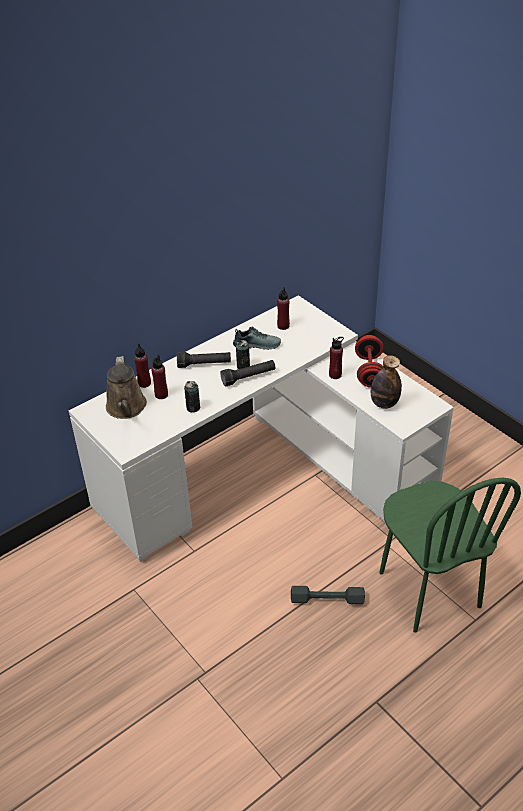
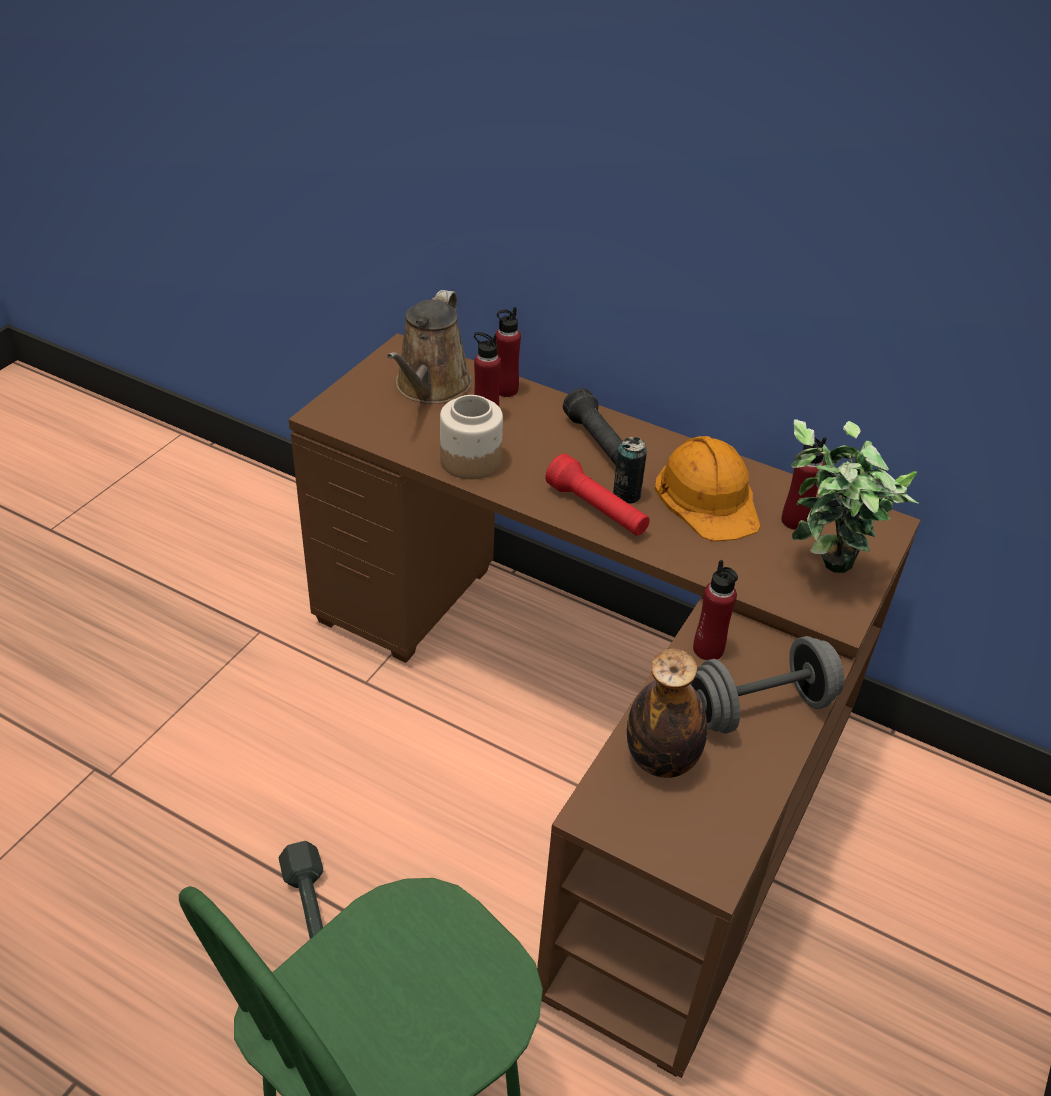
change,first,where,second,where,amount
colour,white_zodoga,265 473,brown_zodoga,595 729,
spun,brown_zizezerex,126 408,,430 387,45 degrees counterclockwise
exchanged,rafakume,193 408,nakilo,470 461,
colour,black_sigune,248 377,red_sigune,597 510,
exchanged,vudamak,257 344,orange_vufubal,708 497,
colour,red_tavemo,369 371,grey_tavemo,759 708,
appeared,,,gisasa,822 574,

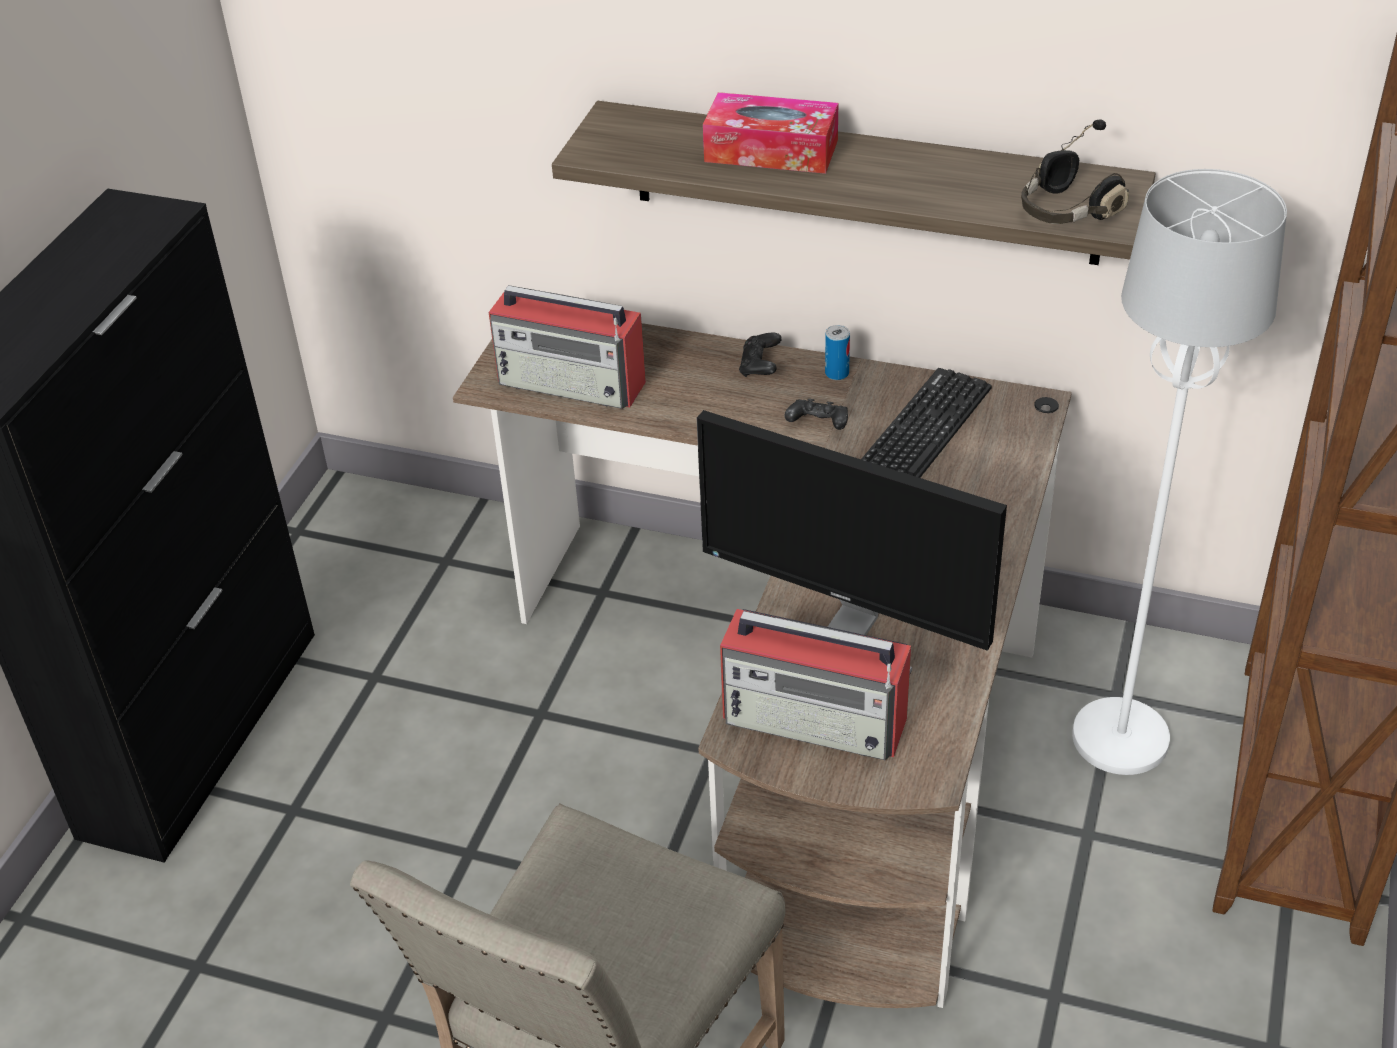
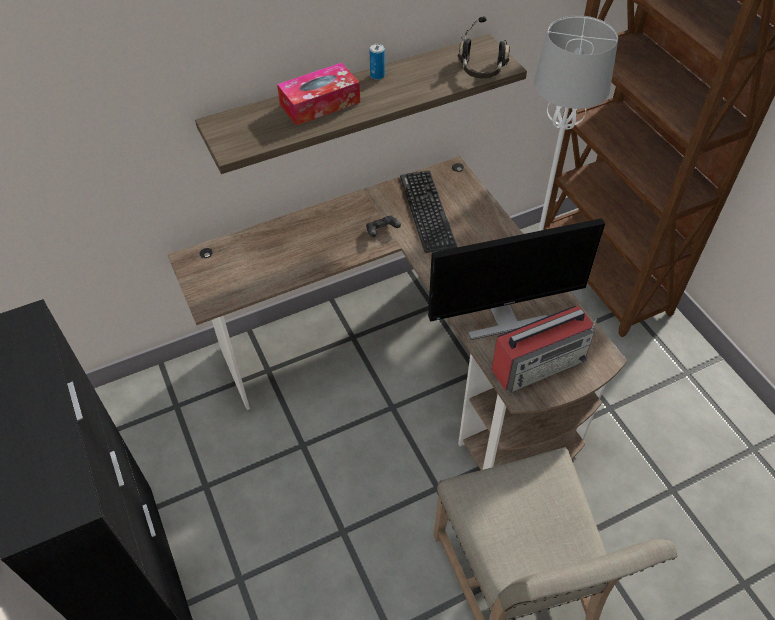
change,first,where,second,where,amount
relocated,rafakume,837 373,,377 75,
missing,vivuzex,573 383,,,
missing,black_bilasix,760 366,,,

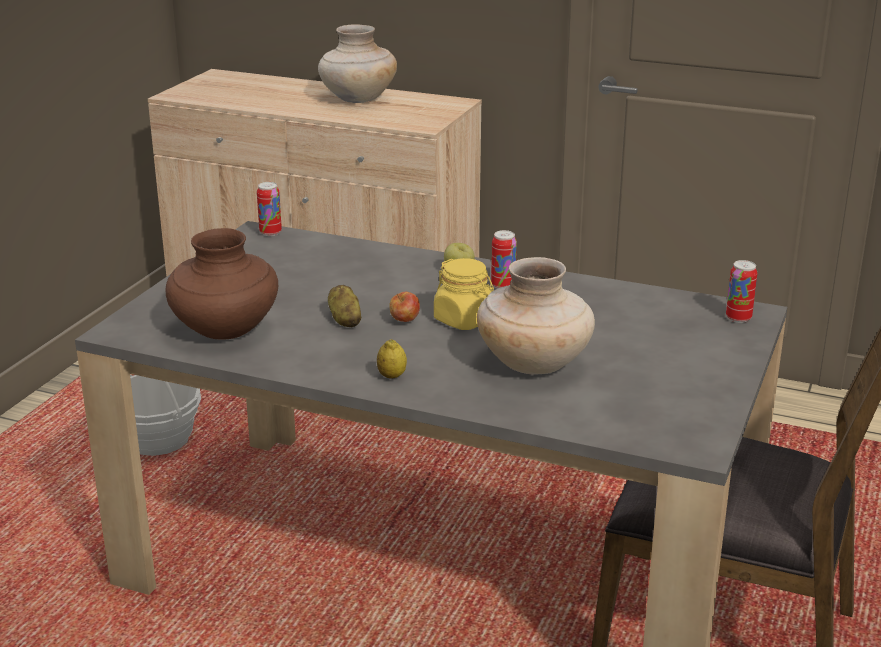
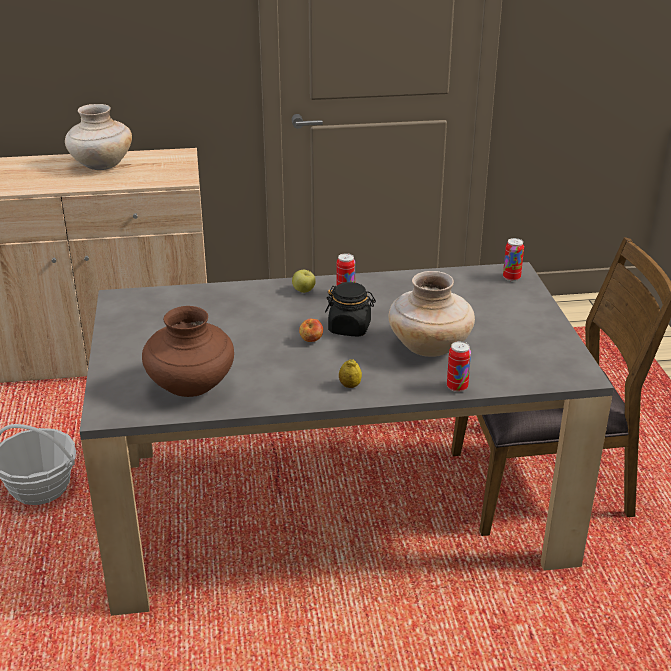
change,first,where,second,where,amount
colour,yellow_nakilo,465 320,black_nakilo,350 328,
relocated,rafakume,270 233,,457 387,
missing,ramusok,344 319,,,

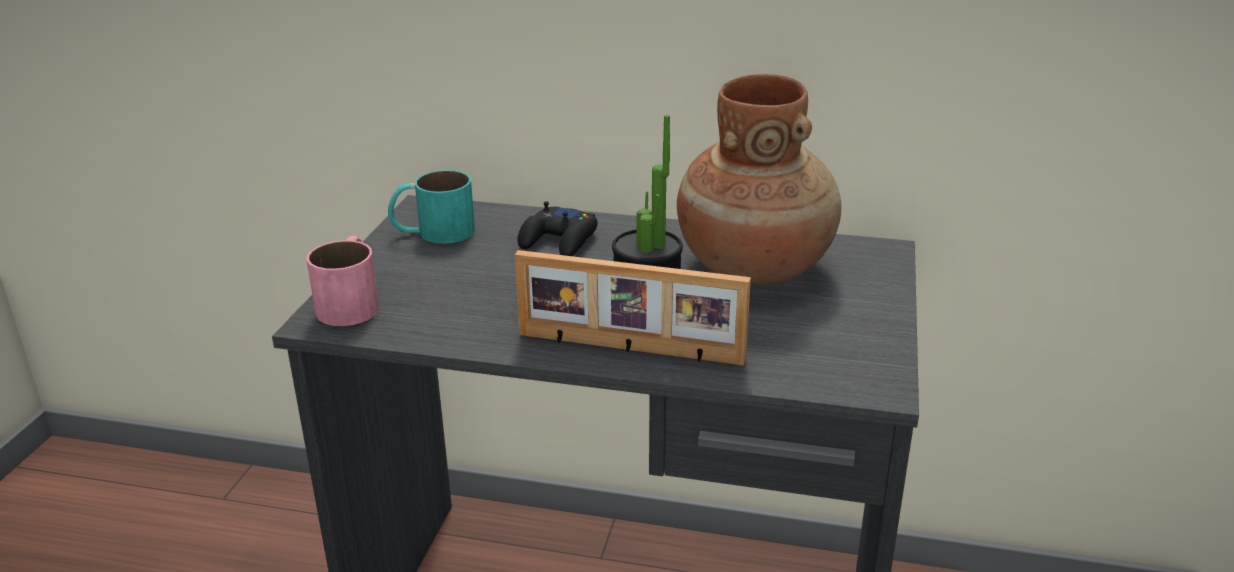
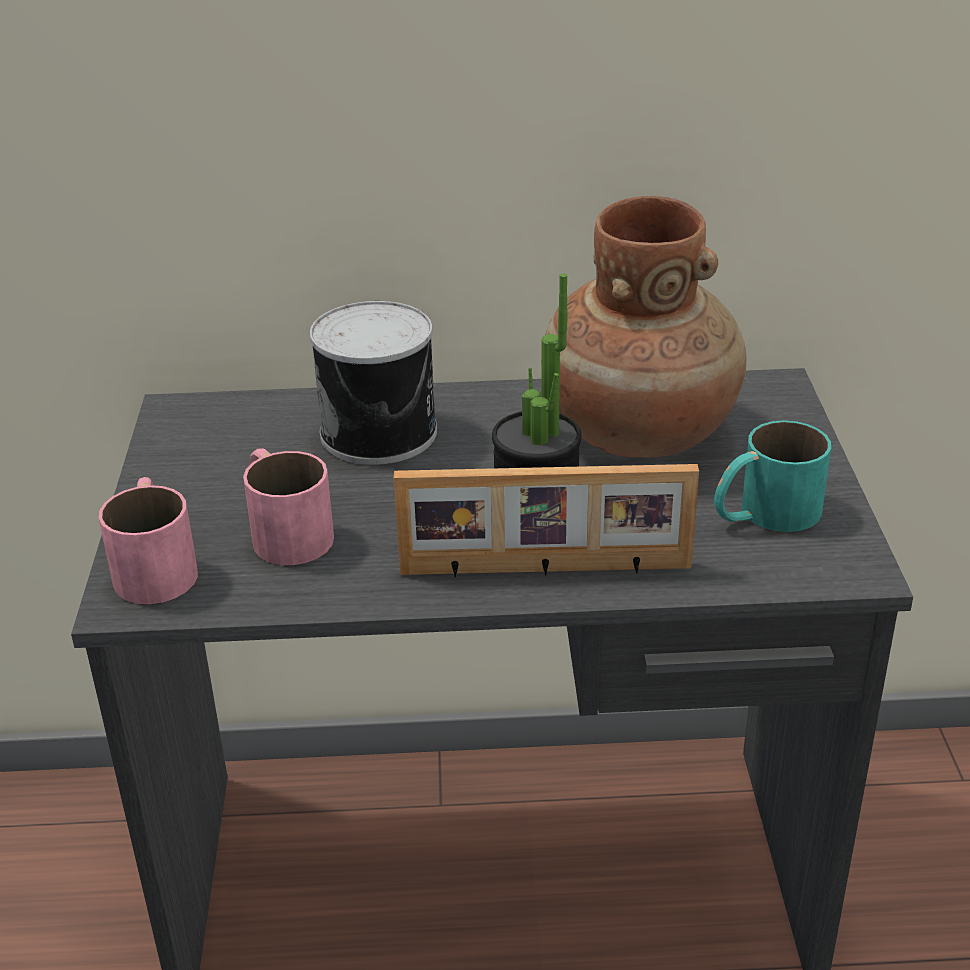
change,first,where,second,where,amount
appeared,,,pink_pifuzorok,283 530,
exchanged,black_bilasix,559 241,rafakume,382 432,
relocated,turquoise_pifuzorok,433 232,,764 514,

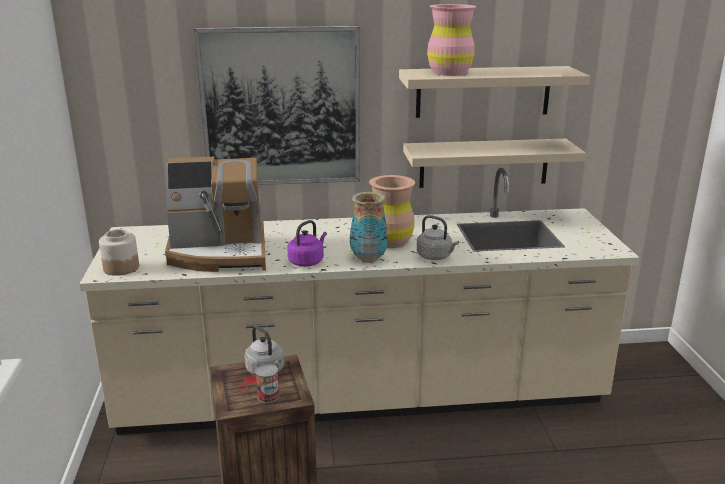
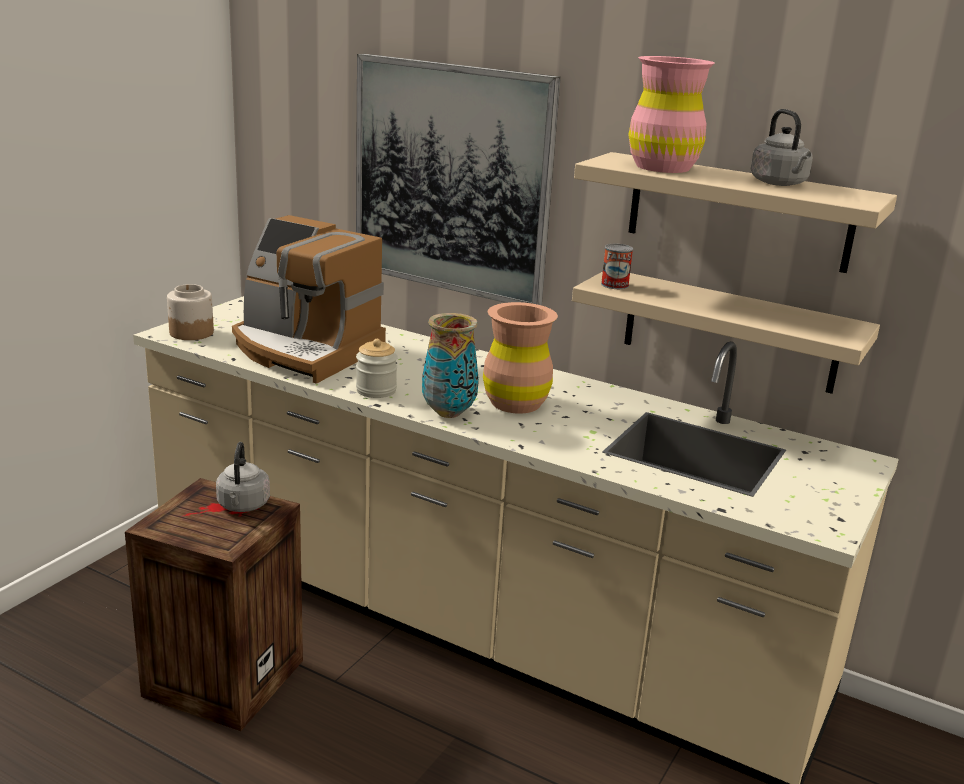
change,first,where,second,where,amount
exchanged,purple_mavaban,307 261,nakilo,376 390,
relocated,rafakume,268 396,,614 285,
relocated,grey_mavaban,435 256,,780 183,

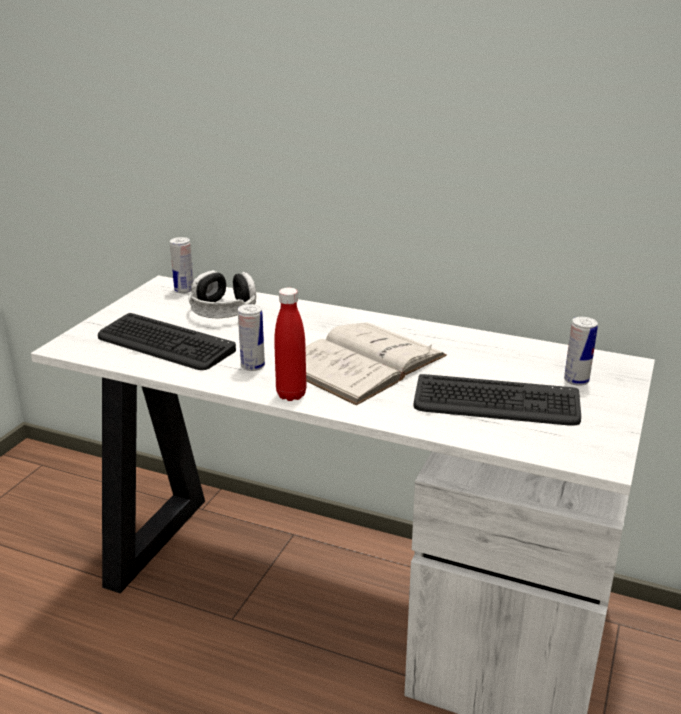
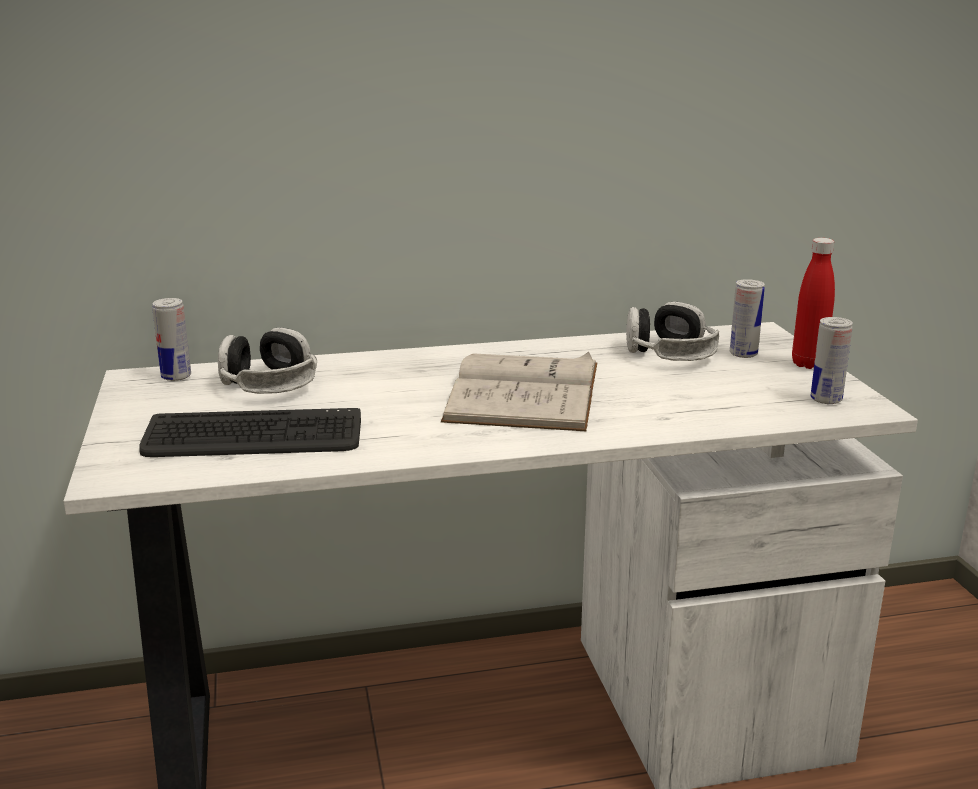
change,first,where,second,where,amount
appeared,,,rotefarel,670 353,
relocated,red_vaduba,291 395,,808 364,
relocated,rafakume,253 366,,826 399,
missing,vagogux,496 403,,,

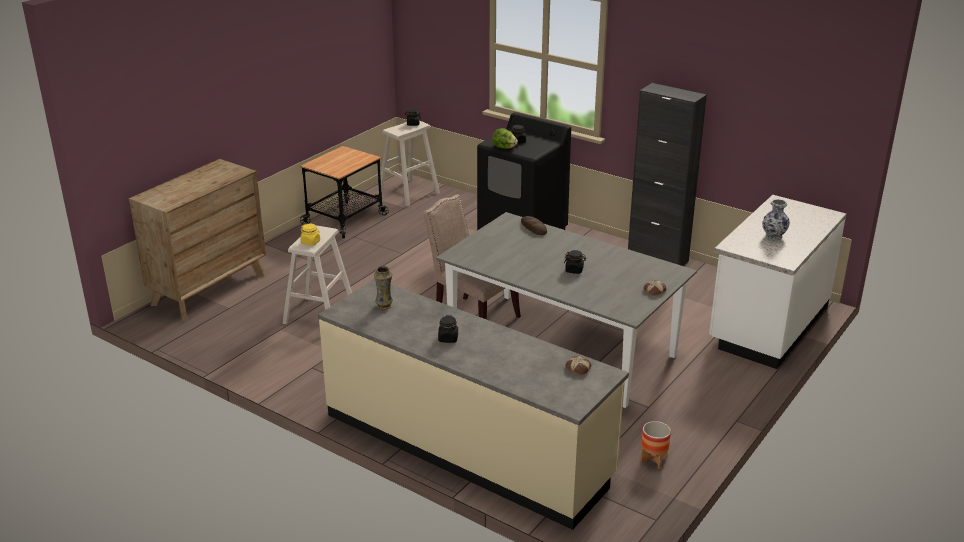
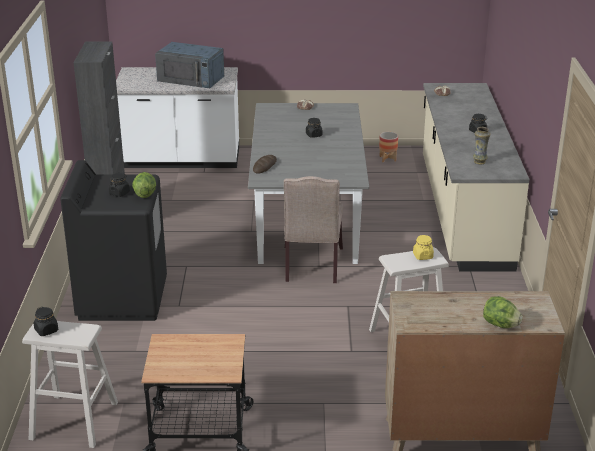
change,first,where,second,where,amount
exchanged,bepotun,773 236,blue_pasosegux,191 78,
appeared,,,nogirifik,500 325,

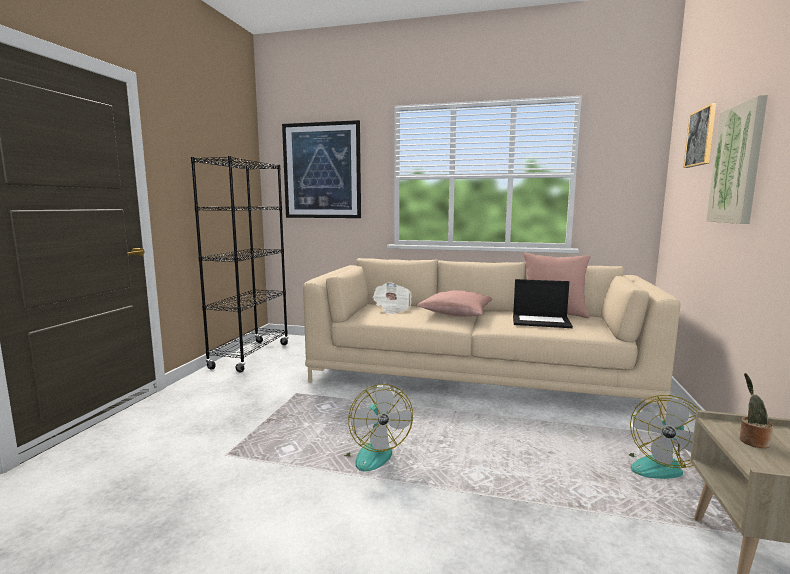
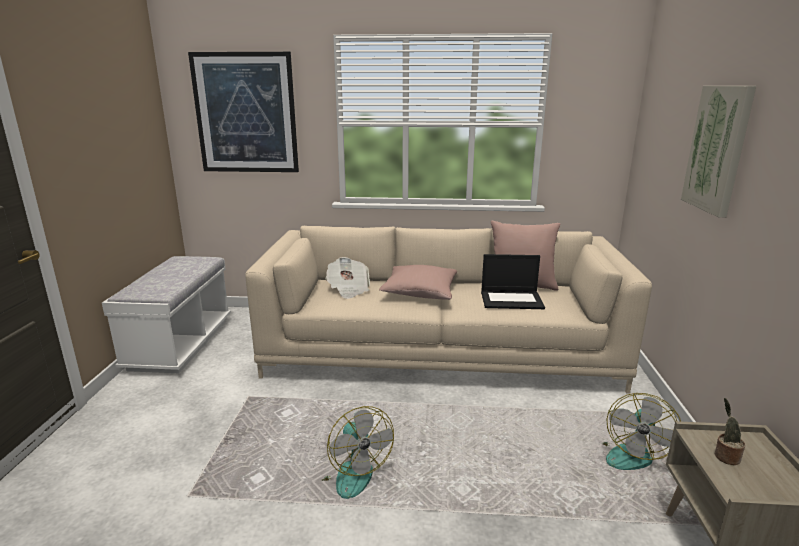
change,first,where,second,where,amount
exchanged,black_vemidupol,250 356,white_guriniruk,180 344,
missing,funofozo,701 137,,,

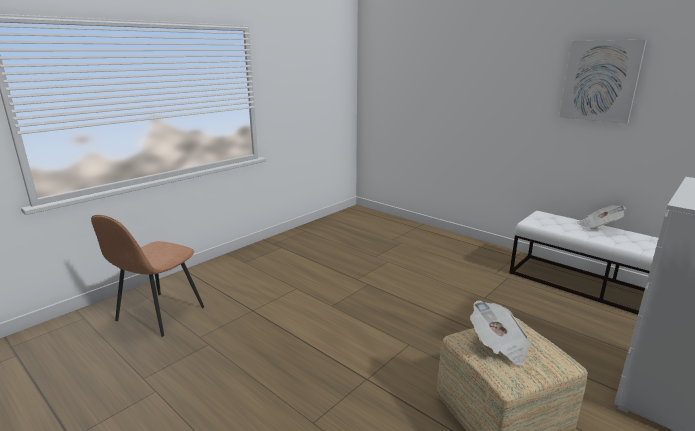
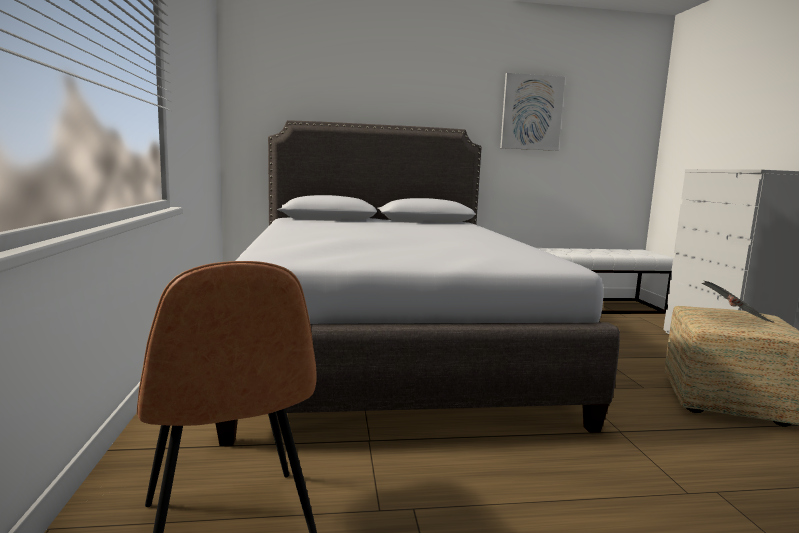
change,first,where,second,where,amount
appeared,,,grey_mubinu,387 346,
missing,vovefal,598 226,,,

